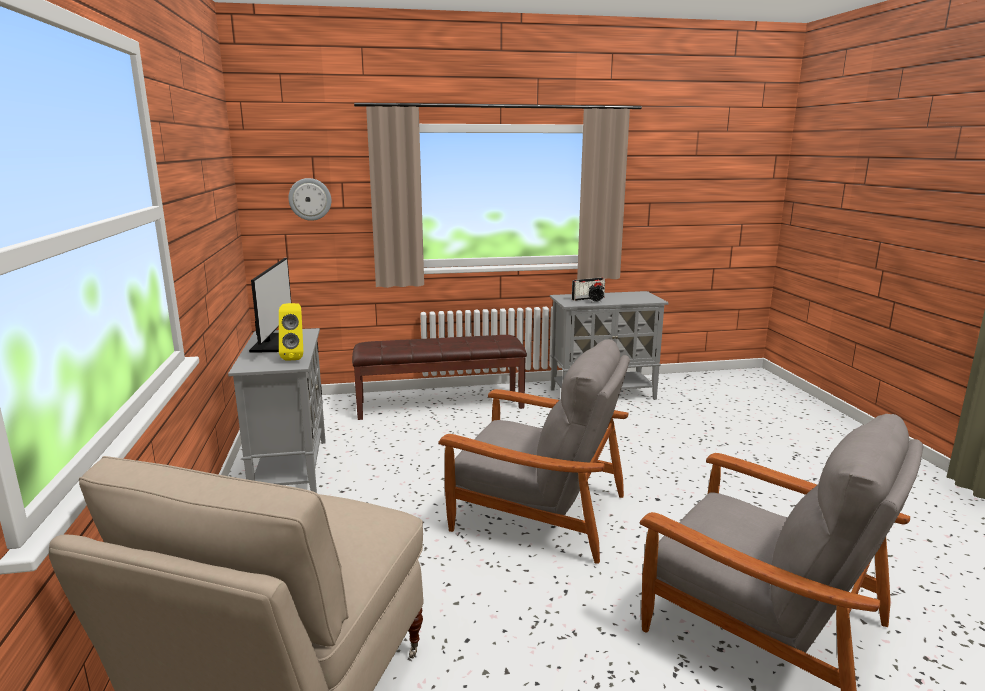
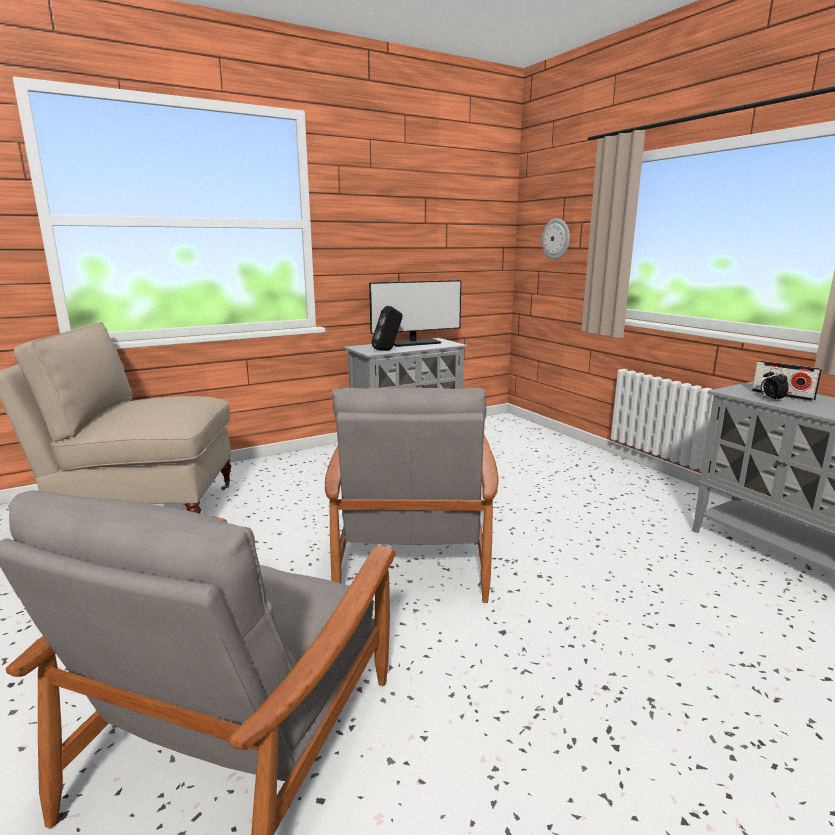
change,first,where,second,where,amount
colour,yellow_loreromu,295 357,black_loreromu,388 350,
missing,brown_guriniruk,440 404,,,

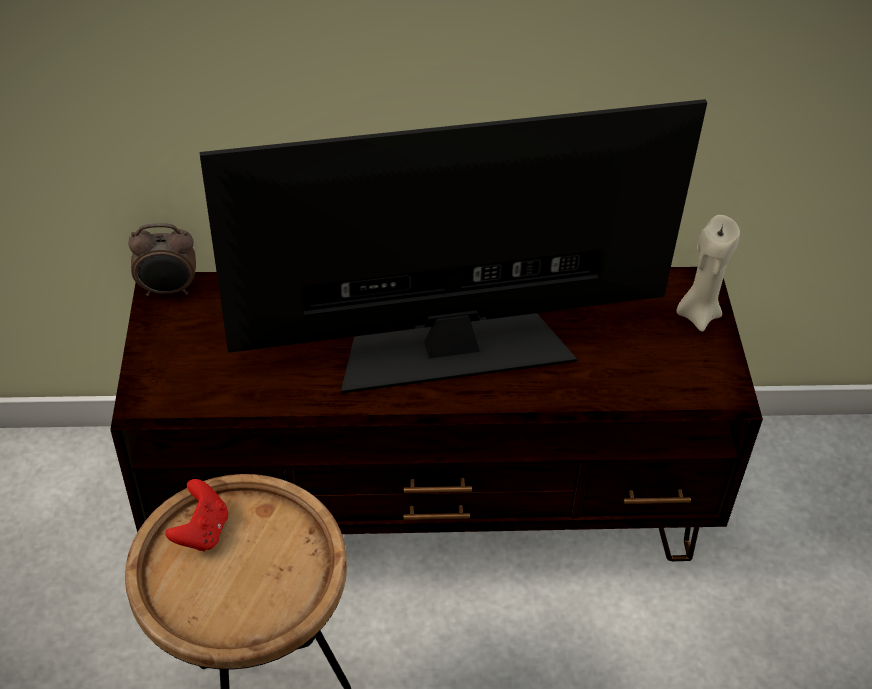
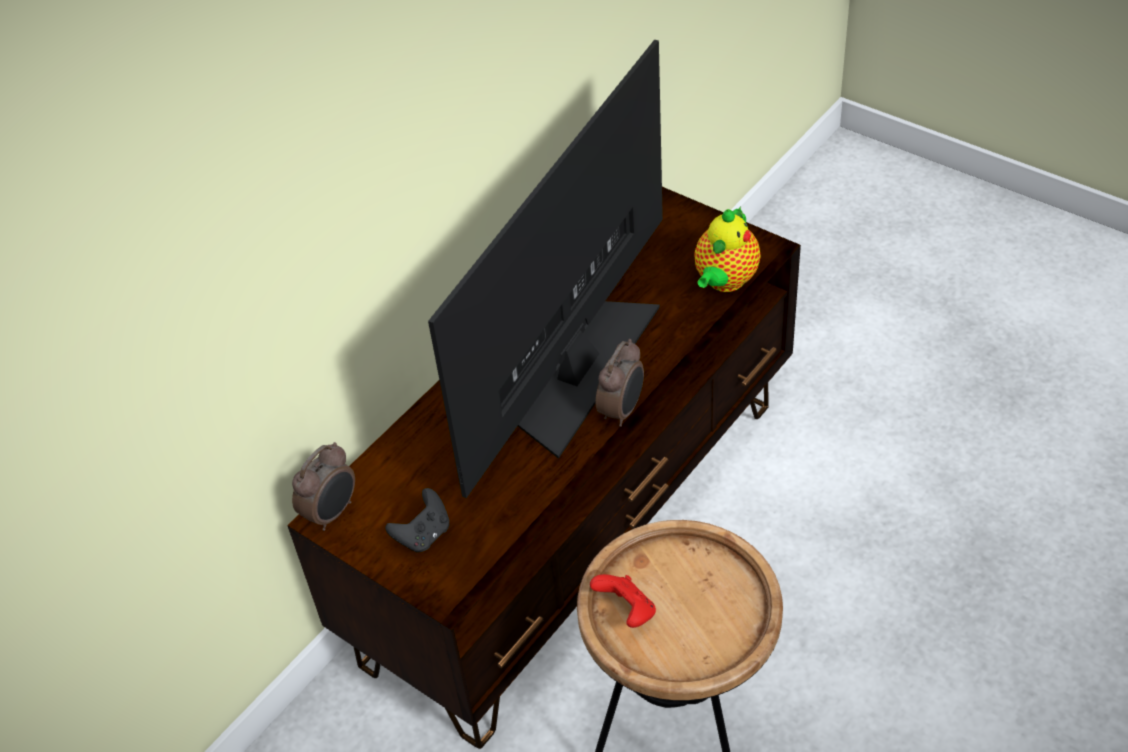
change,first,where,second,where,amount
appeared,,,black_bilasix,424 535,
appeared,,,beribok,622 410,
appeared,,,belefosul,724 281,
missing,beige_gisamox,697 314,,,

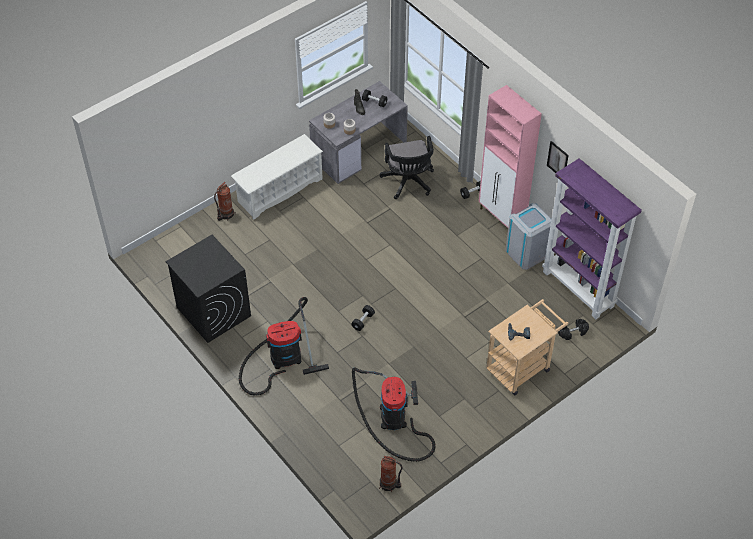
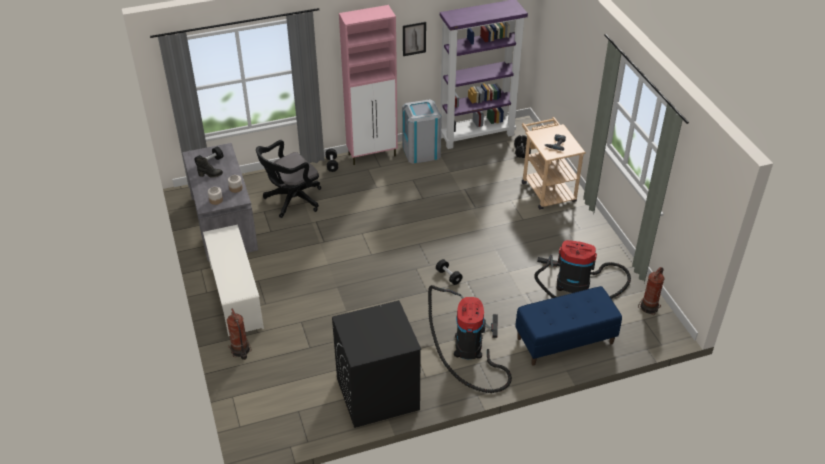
change,first,where,second,where,amount
spun,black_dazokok,408 183,,291 201,135 degrees clockwise
appeared,,,blue_guriniruk,565 341,

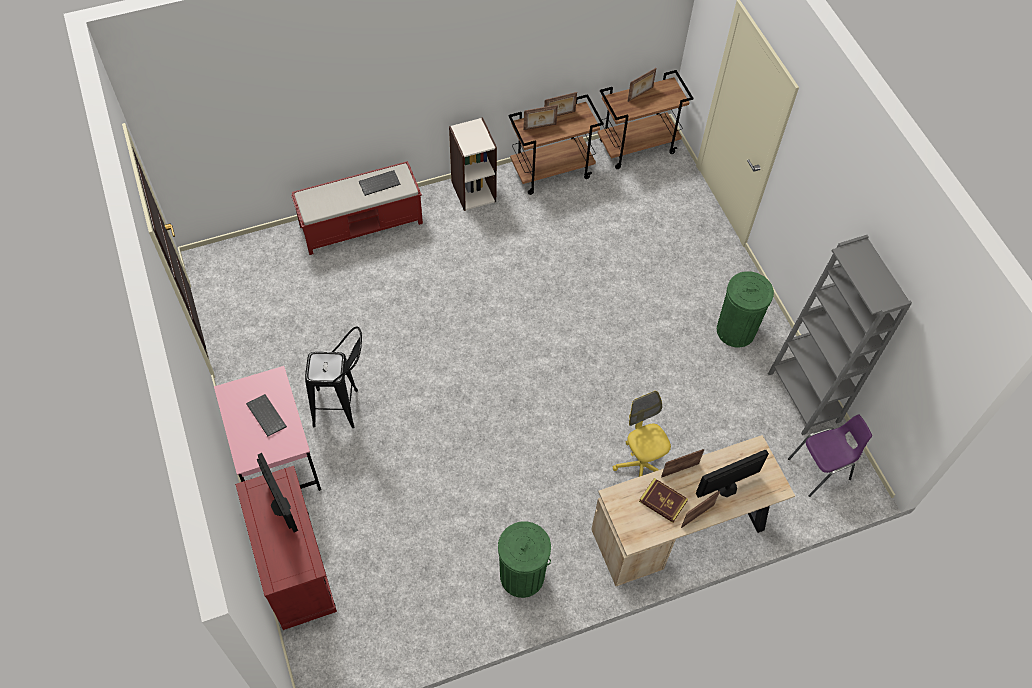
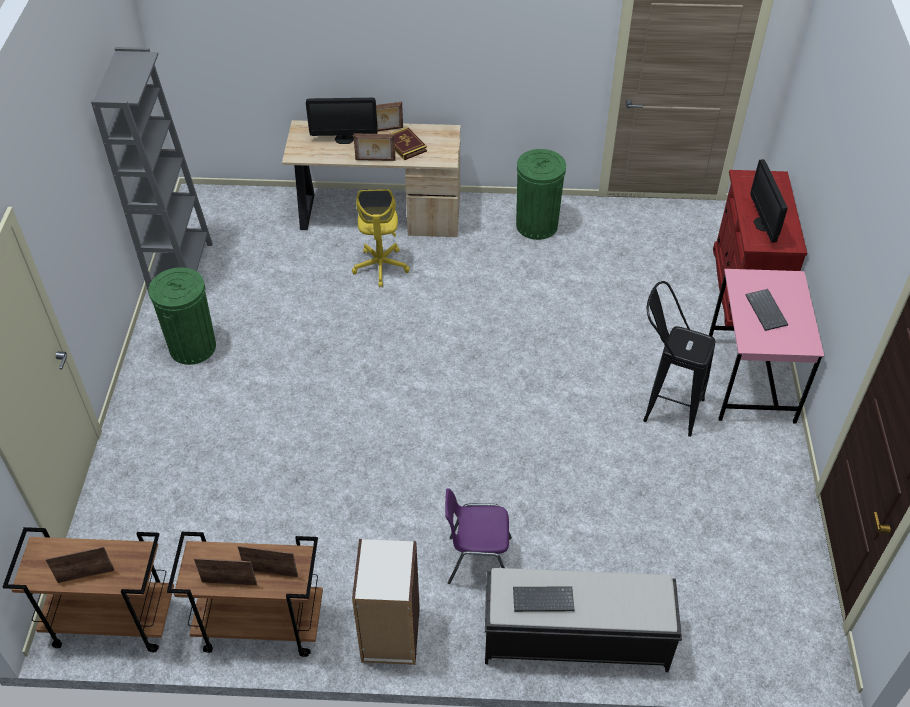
change,first,where,second,where,amount
relocated,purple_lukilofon,821 469,,477 560,
colour,red_guriniruk,362 224,black_guriniruk,574 639,

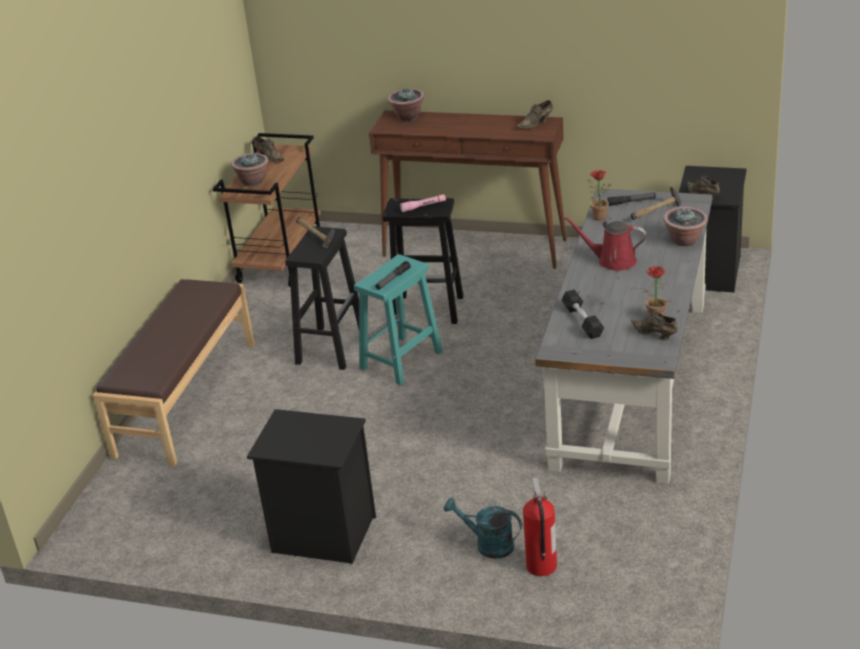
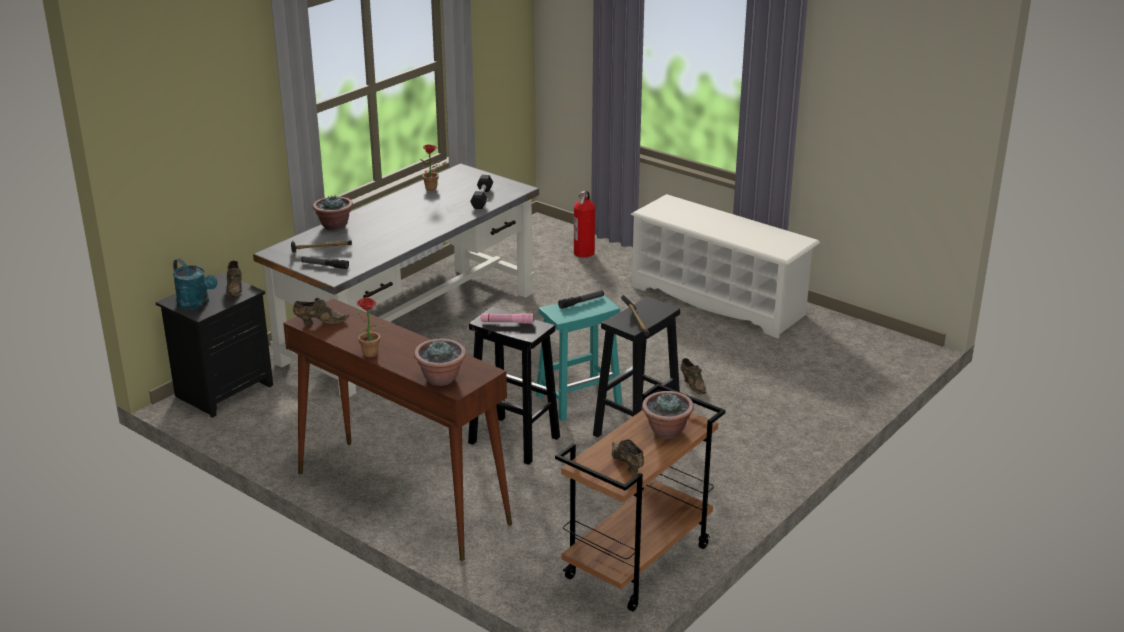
change,first,where,second,where,amount
relocated,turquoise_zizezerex,488 545,,197 304,
relocated,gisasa,597 216,,371 355,
exchanged,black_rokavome,321 535,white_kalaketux,719 301,
relocated,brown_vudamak,655 335,,693 385,
missing,brown_guriniruk,185 398,,,
missing,red_zizezerex,612 261,,,

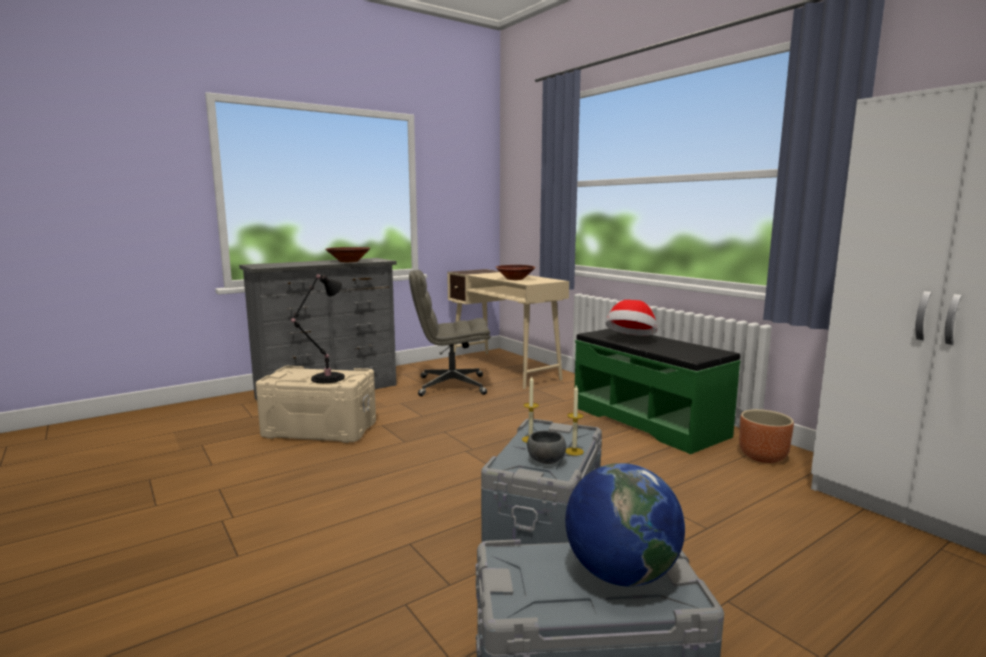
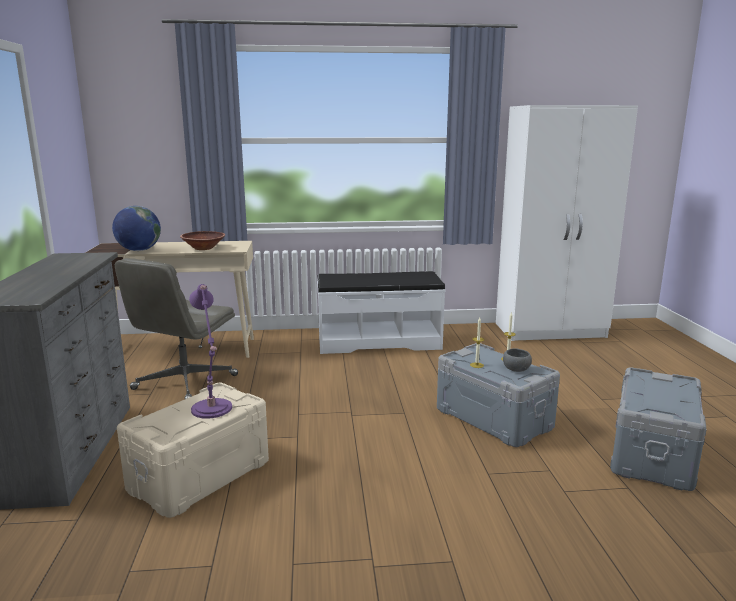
change,first,where,second,where,amount
relocated,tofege,620 574,,139 250,
colour,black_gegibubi,325 379,purple_gegibubi,212 410,
colour,green_guriniruk,648 421,white_guriniruk,378 341,
missing,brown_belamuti,348 261,,,
missing,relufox,631 339,,,
missing,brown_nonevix,762 457,,,

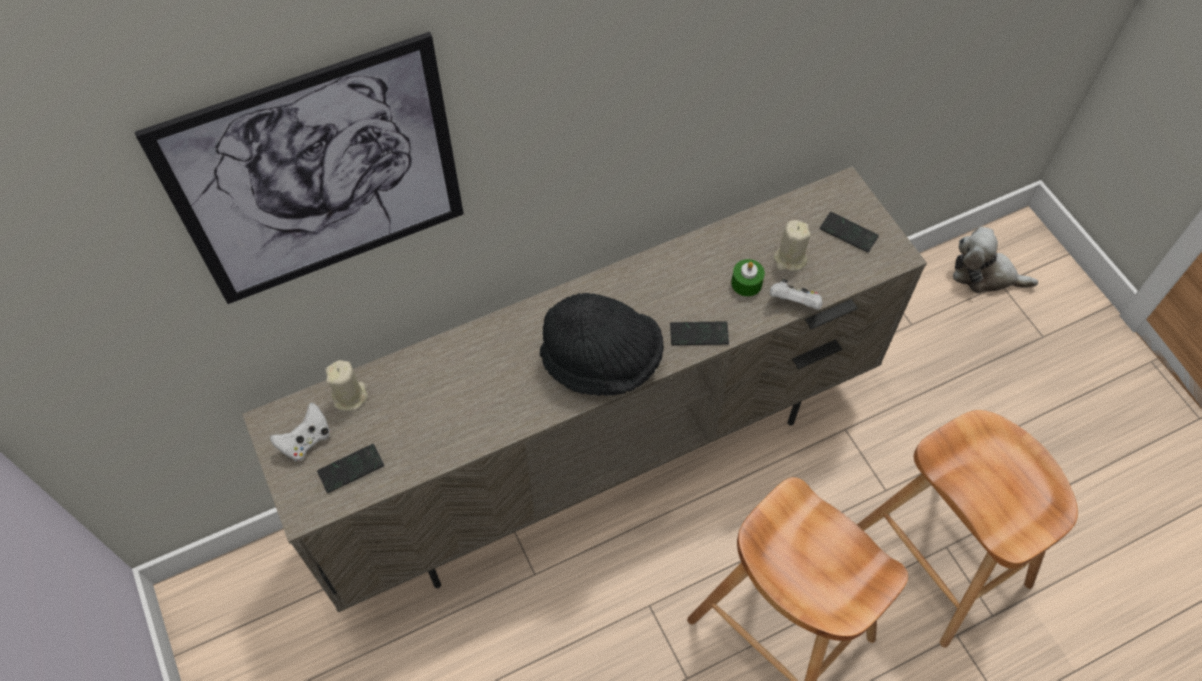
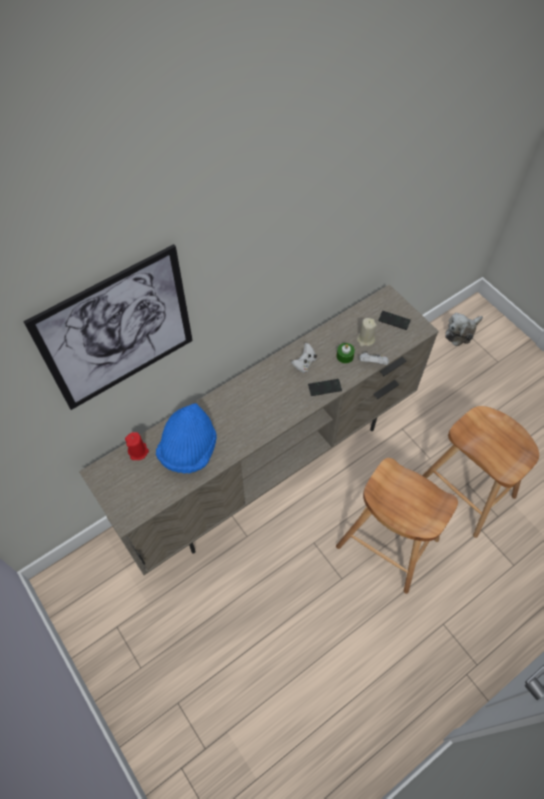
change,first,where,second,where,amount
colour,beige_gisamox,350 396,red_gisamox,138 452,
appeared,,,blue_relufox,189 449,
relocated,white_bilasix,306 440,,304 363,
spun,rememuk,985 274,,461 332,45 degrees counterclockwise
missing,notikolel,351 469,,,
missing,black_relufox,602 361,,,

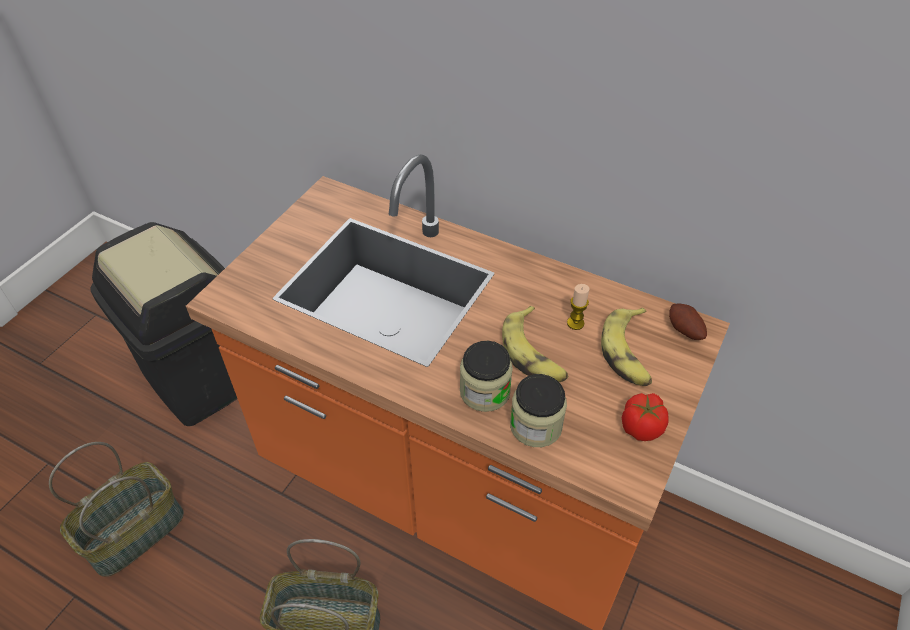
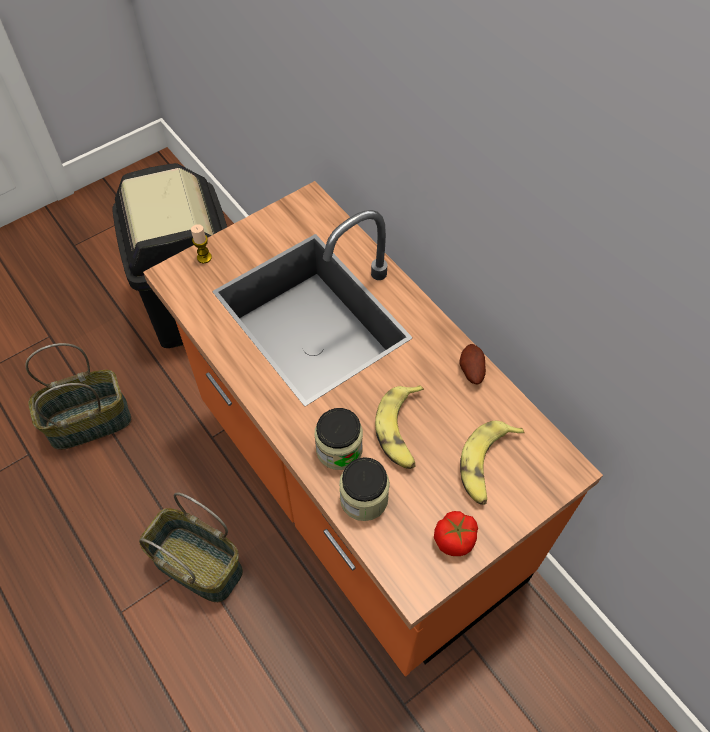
change,first,where,second,where,amount
relocated,gisamox,575 323,,204 257,
relocated,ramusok,683 331,,471 371,

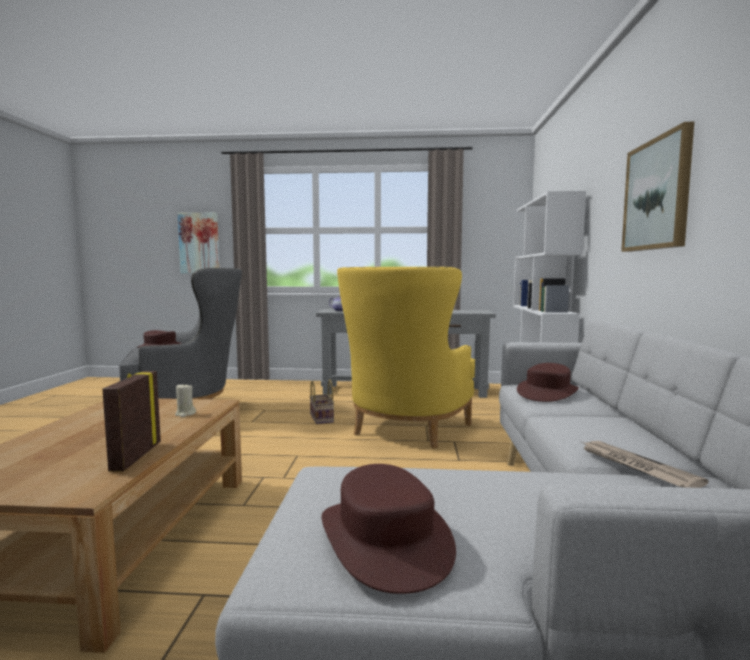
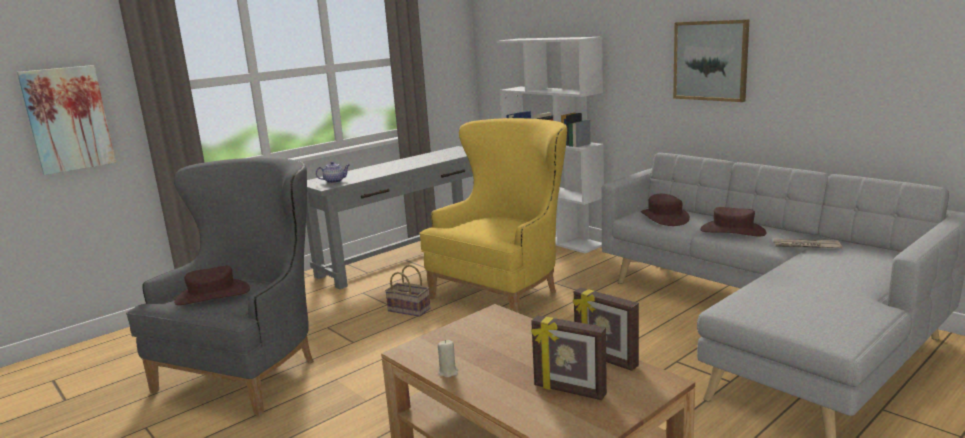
change,first,where,second,where,amount
spun,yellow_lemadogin,403 432,,505 291,120 degrees counterclockwise
relocated,beige_gisamox,185 414,,448 372,
appeared,,,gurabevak,569 391,
relocated,brown_relufox,385 539,,732 231,

